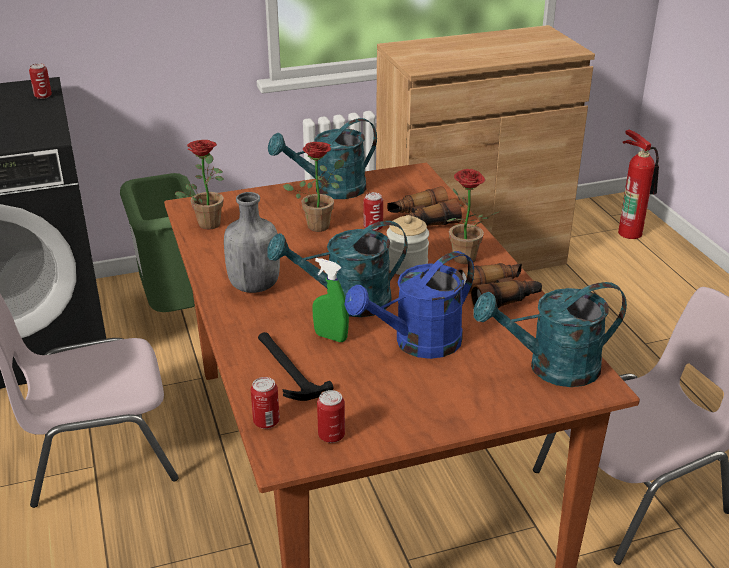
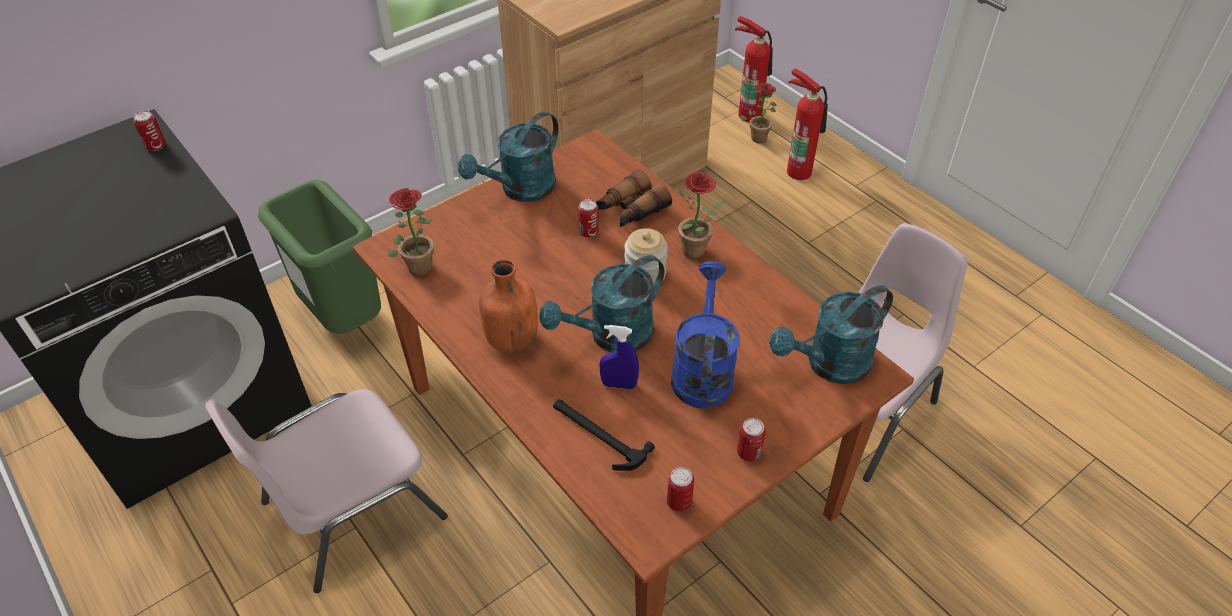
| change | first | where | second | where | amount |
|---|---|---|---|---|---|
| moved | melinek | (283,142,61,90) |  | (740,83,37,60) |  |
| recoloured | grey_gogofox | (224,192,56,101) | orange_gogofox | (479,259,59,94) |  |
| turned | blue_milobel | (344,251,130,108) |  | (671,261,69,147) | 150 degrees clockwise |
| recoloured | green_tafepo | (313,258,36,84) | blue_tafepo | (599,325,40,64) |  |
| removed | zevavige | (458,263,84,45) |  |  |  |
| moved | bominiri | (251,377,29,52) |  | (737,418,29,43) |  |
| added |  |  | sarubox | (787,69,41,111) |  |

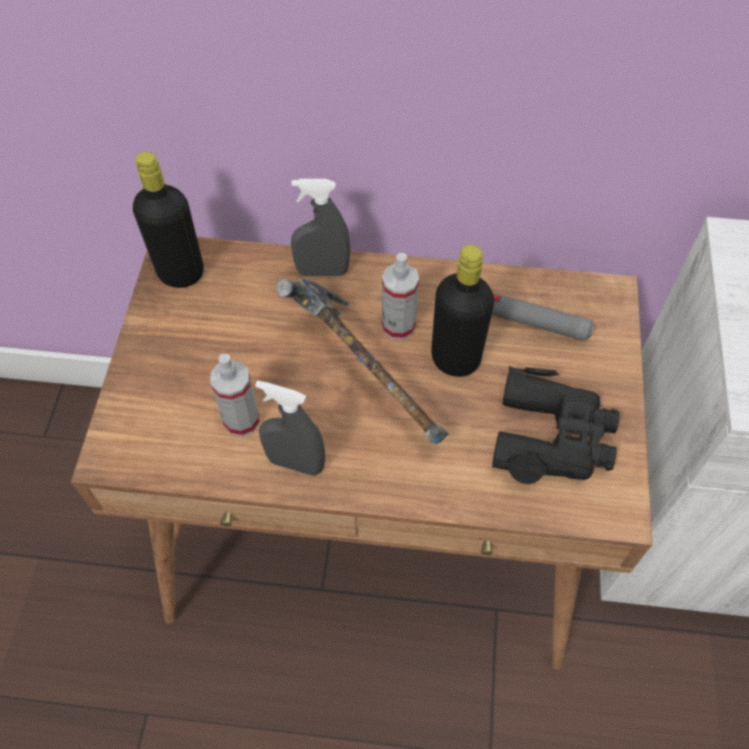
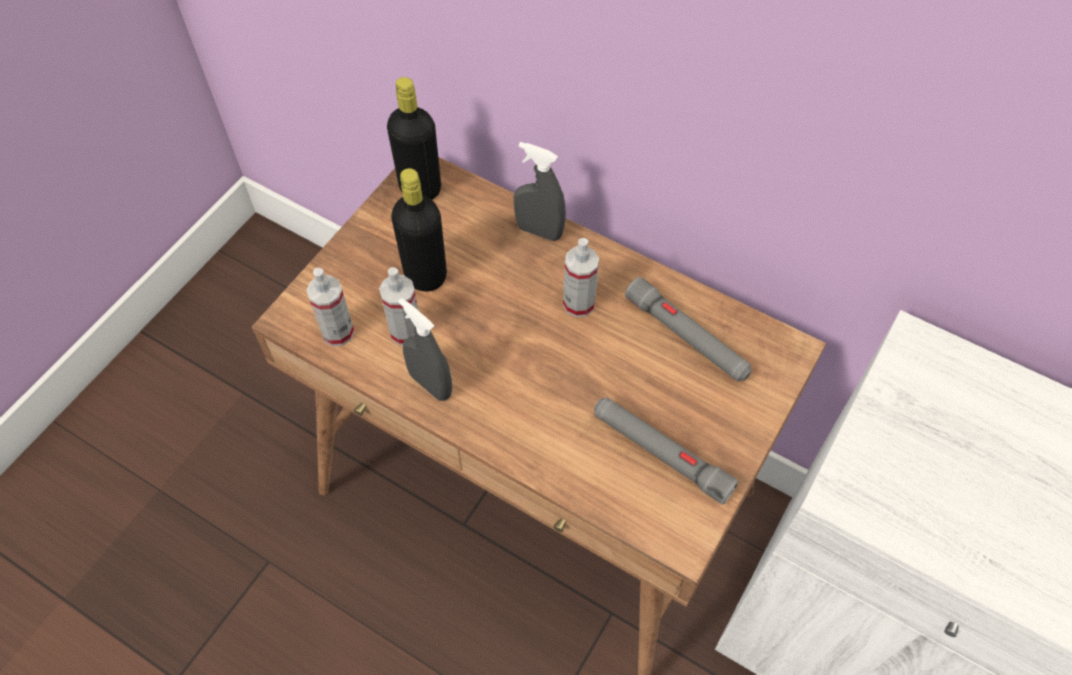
| change | first | where | second | where | amount |
|---|---|---|---|---|---|
| moved | black_gogofox | (431,245,63,132) |  | (391,168,56,123) |  |
| removed | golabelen | (277,278,172,166) |  |  |  |
| replaced | black_zevavige | (492,366,128,118) | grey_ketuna | (594,398,144,106) |  |
| added |  |  | tafepo | (306,268,49,78) |  |

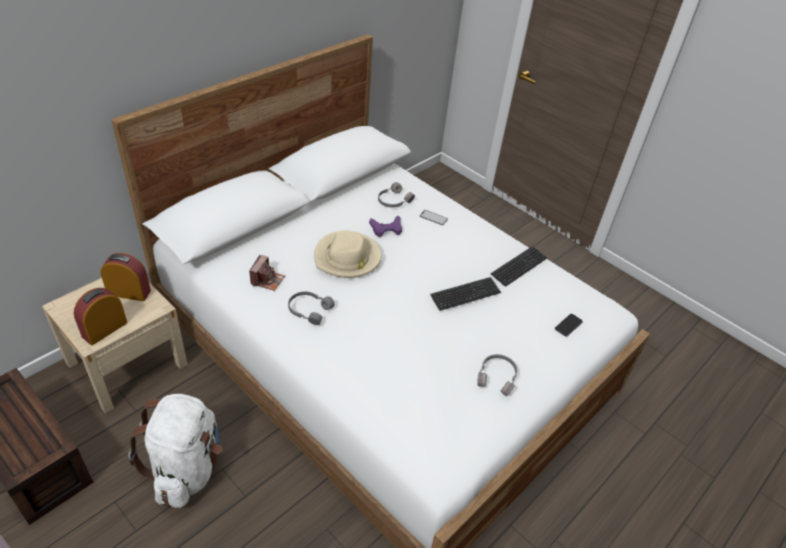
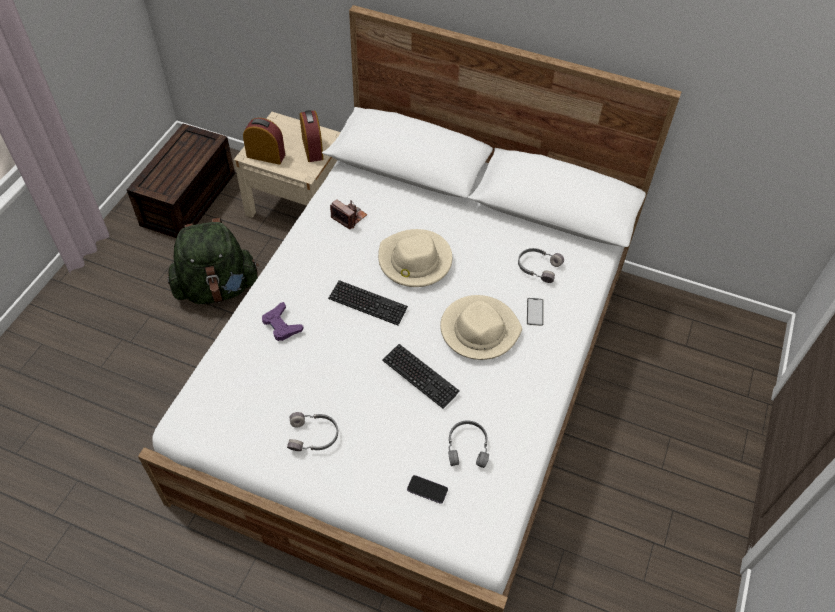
| change | first | where | second | where | amount |
|---|---|---|---|---|---|
| moved | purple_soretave | (369,216,33,21) |  | (262,302,42,39) |  |
| moved | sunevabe | (491,246,56,41) |  | (328,280,80,45) |  |
| turned | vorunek | (249,255,36,36) |  | (330,199,37,30) | 135 degrees counterclockwise |
| moved | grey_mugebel | (288,292,46,33) |  | (448,421,41,47) |  |
| recoloured | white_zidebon | (128,394,94,114) | green_zidebon | (167,218,92,86) |  |
| added |  |  | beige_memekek | (440,295,82,65) |  |

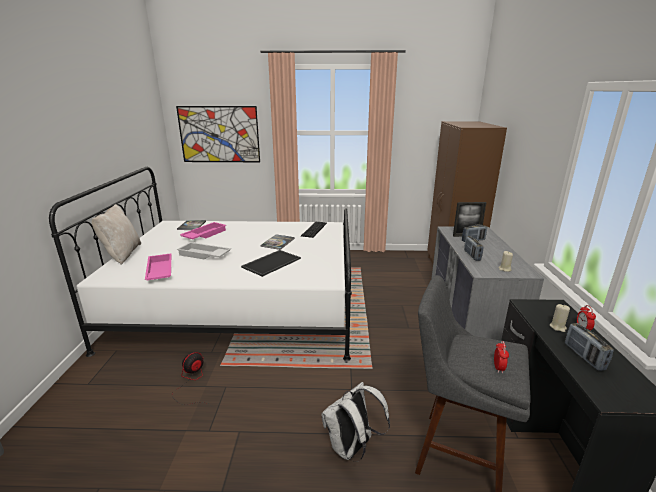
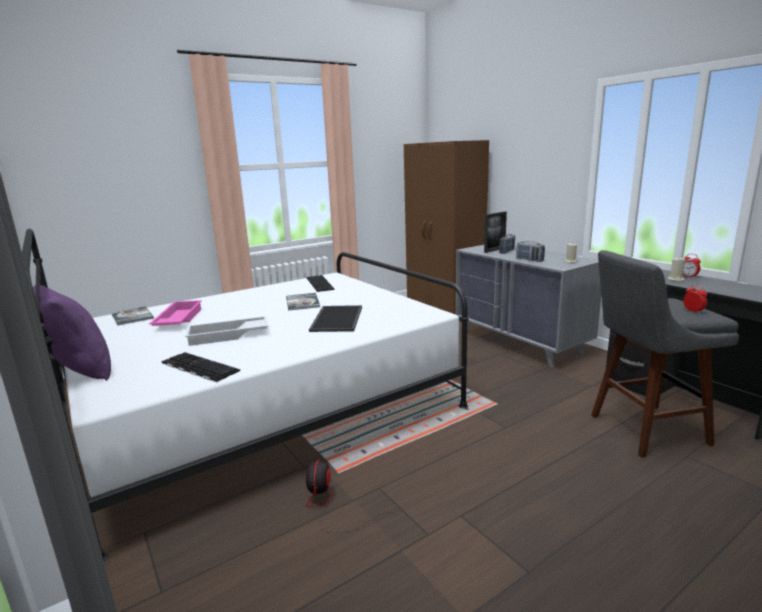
| change | first | where | second | where | amount |
|---|---|---|---|---|---|
| removed | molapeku | (176,106,84,56) |  |  |  |
| recoloured | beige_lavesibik | (92,204,49,61) | purple_lavesibik | (33,285,78,96) |  |
| replaced | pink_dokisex | (145,253,26,27) | sunevabe | (162,352,78,30) |  |
| removed | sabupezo | (565,323,49,48) |  |  |  |
| removed | white_zidebon | (321,382,69,80) |  |  |  |

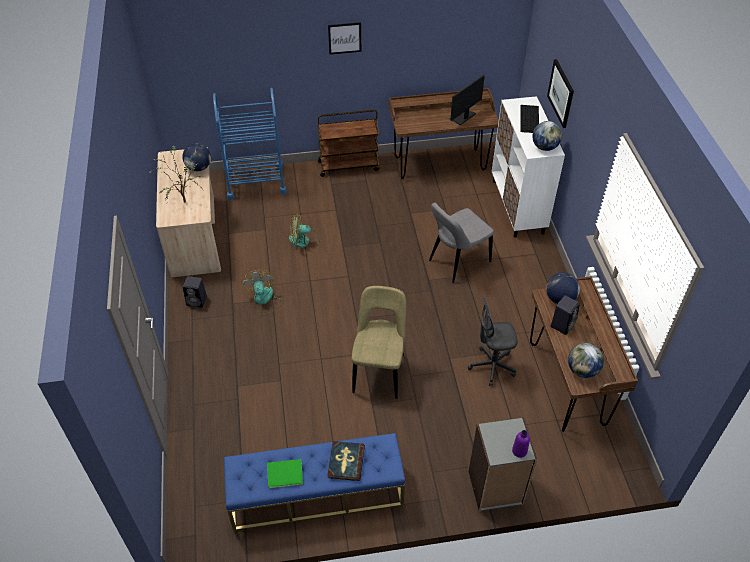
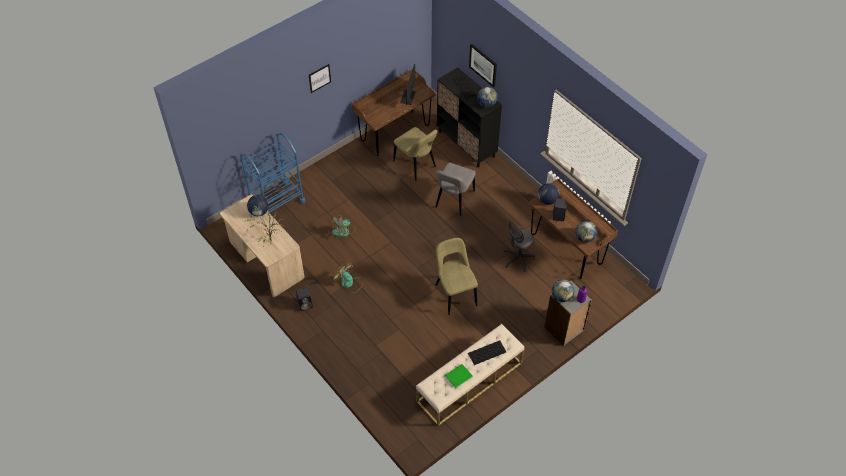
| change | first | where | second | where | amount |
|---|---|---|---|---|---|
| recoloured | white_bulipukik | (492,96,73,142) | black_bulipukik | (437,67,65,100) |  |
| removed | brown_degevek | (318,110,61,67) |  |  |  |
| recoloured | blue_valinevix | (224,433,181,98) | beige_valinevix | (416,324,108,102) |  |
| replaced | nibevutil | (328,441,37,40) | sunevabe | (468,340,38,25) |  |
| added |  |  | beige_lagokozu | (393,127,45,54) |  |
| added |  |  | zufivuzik | (552,279,22,23) |  |

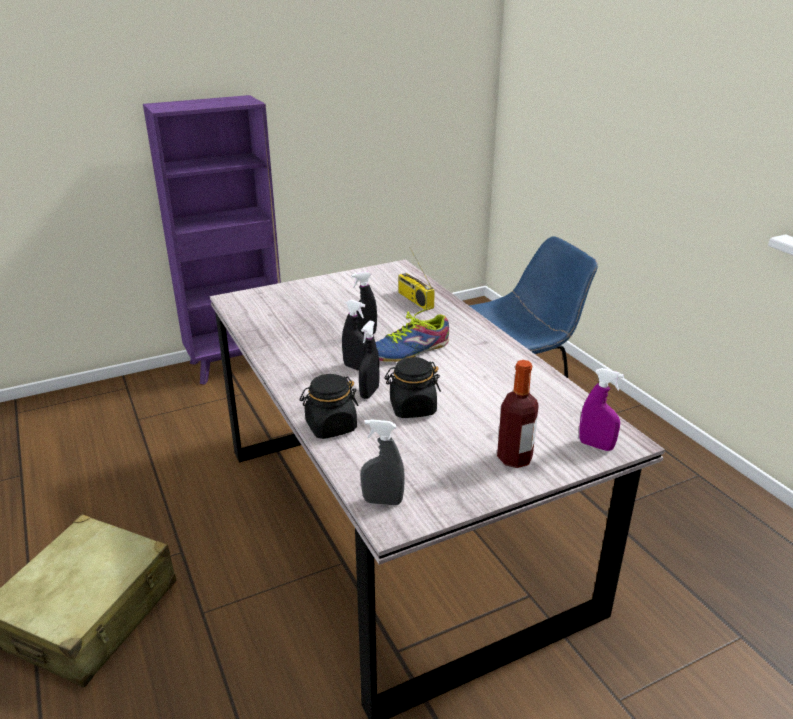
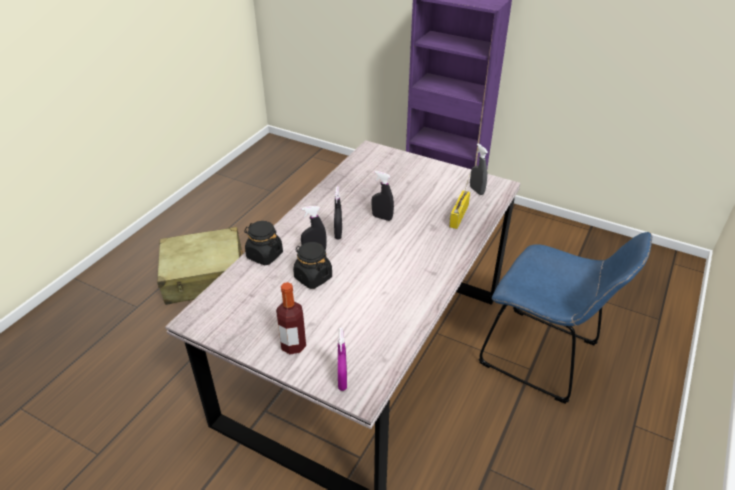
| change | first | where | second | where | amount |
|---|---|---|---|---|---|
| removed | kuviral | (376,307,73,55) |  |  |  |
| moved | grey_tafepo | (361,419,44,86) |  | (470,144,18,51) |  |

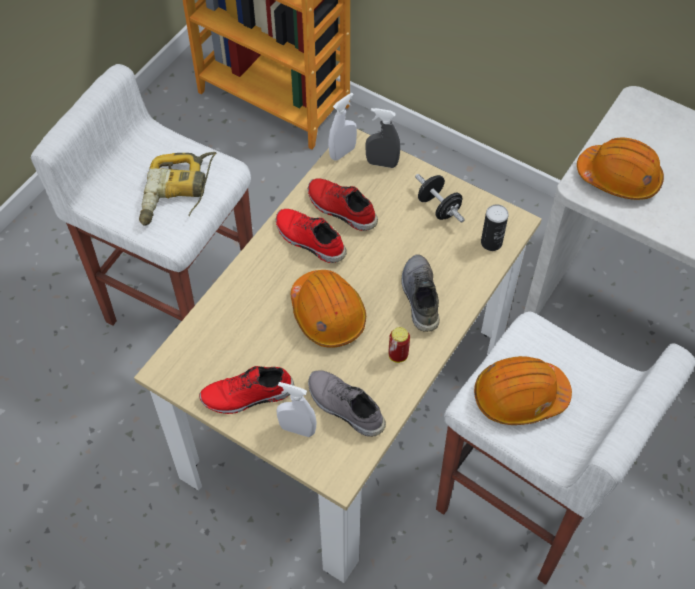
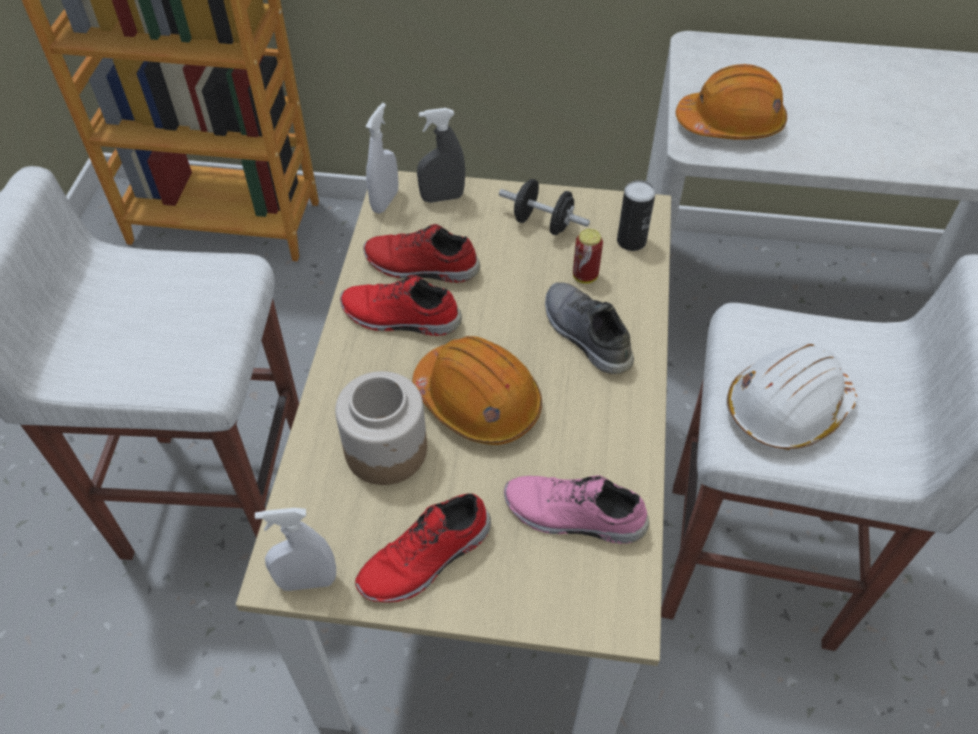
| change | first | where | second | where | amount |
|---|---|---|---|---|---|
| removed | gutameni | (139,152,77,74) |  |  |  |
| moved | bominiri | (388,327,22,36) |  | (573,229,30,55) |  |
| recoloured | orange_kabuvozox | (474,356,98,69) | white_kabuvozox | (726,344,132,107) |  |
| recoloured | grey_kuviral | (308,370,78,67) | pink_kuviral | (504,475,145,69) |  |
| moved | white_tafepo | (276,382,40,55) |  | (255,508,81,83) |  |
| added |  |  | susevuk | (335,371,92,114) |  |

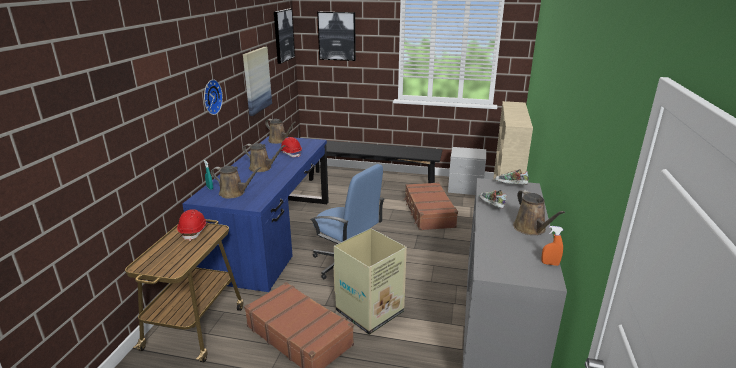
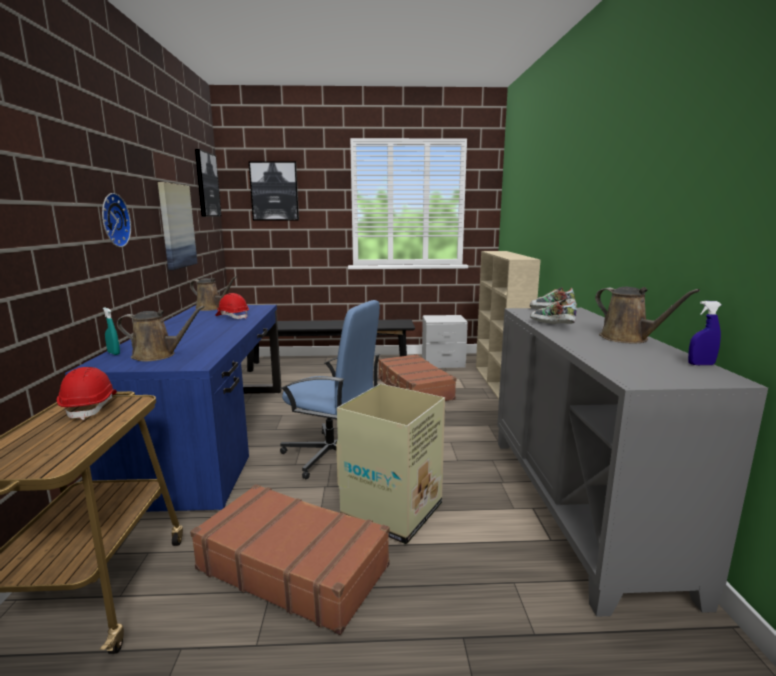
| change | first | where | second | where | amount |
|---|---|---|---|---|---|
| removed | brown_milobel | (243,143,43,29) |  |  |  |
| recoloured | orange_tafepo | (541,226,22,40) | blue_tafepo | (688,301,34,64) |  |

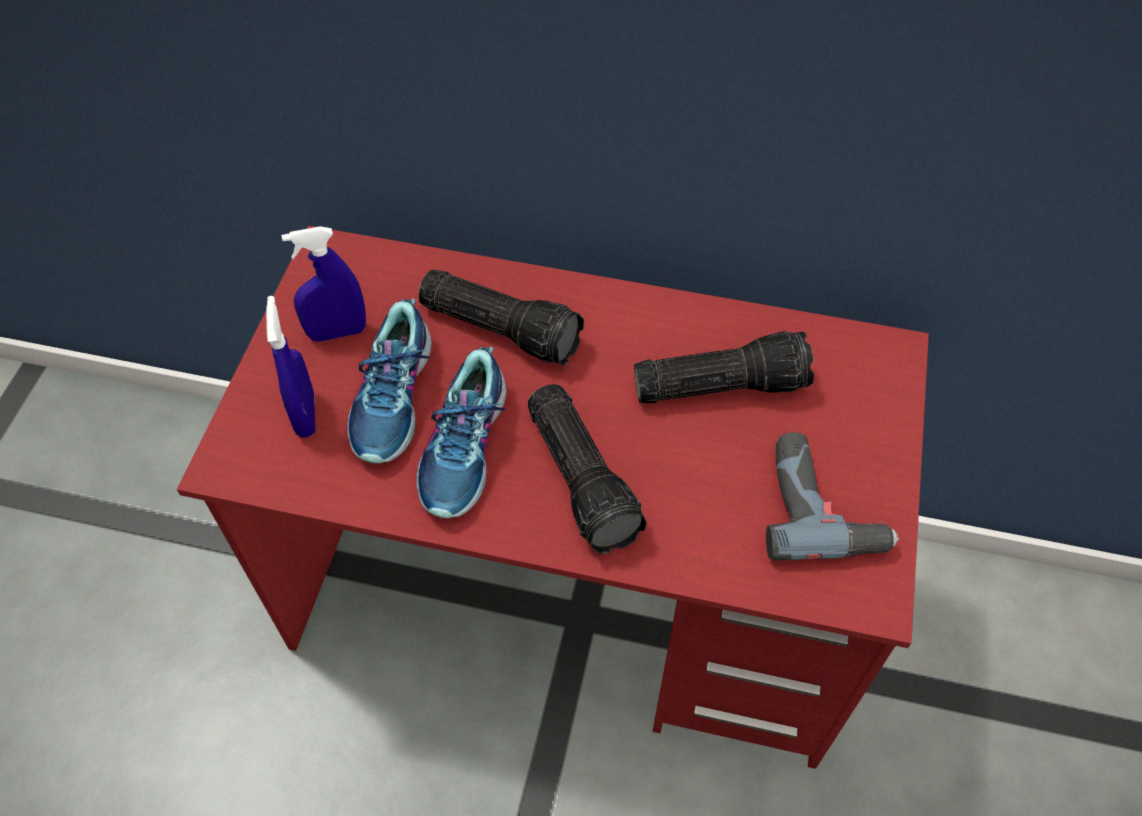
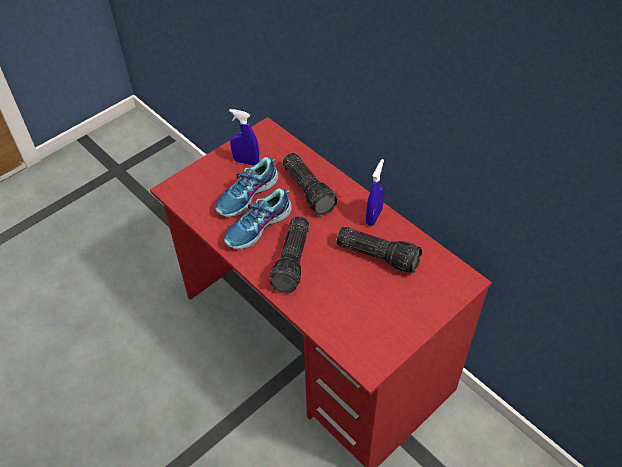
| change | first | where | second | where | amount |
|---|---|---|---|---|---|
| moved | blue_tafepo | (266,296,49,142) |  | (366,159,18,67) |  |
| removed | gutameni | (766,432,133,129) |  |  |  |

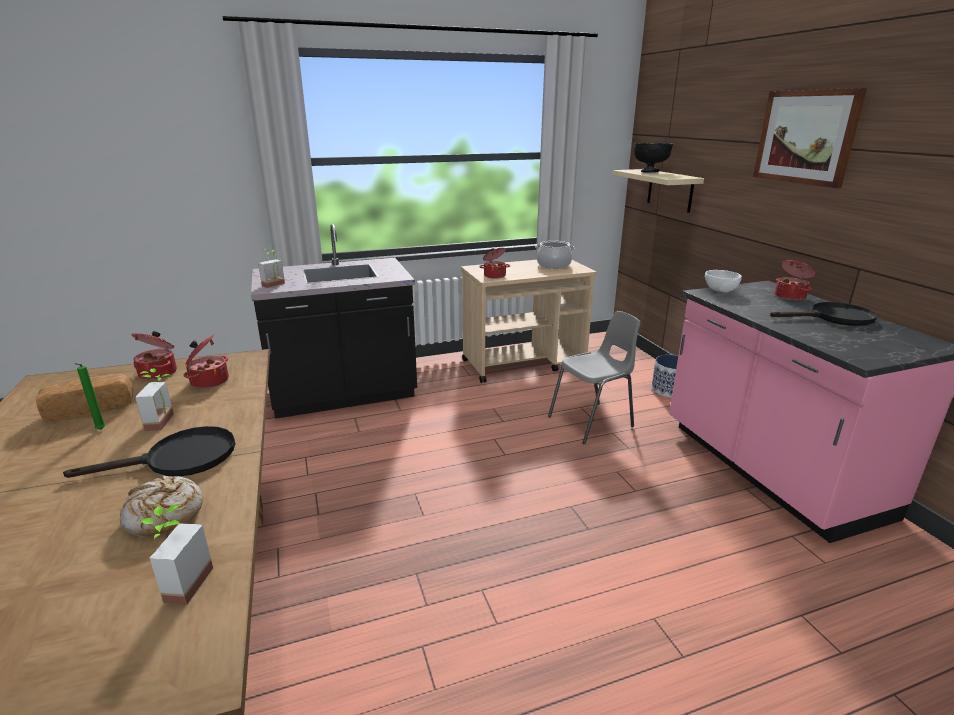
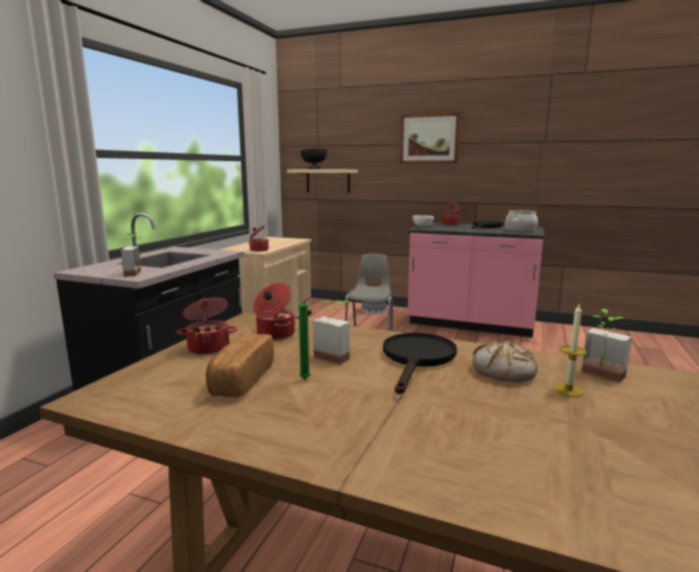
| change | first | where | second | where | amount |
|---|---|---|---|---|---|
| moved | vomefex | (535,241,40,28) |  | (505,210,33,22) |  |
| added |  |  | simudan | (553,305,34,92) |  |

